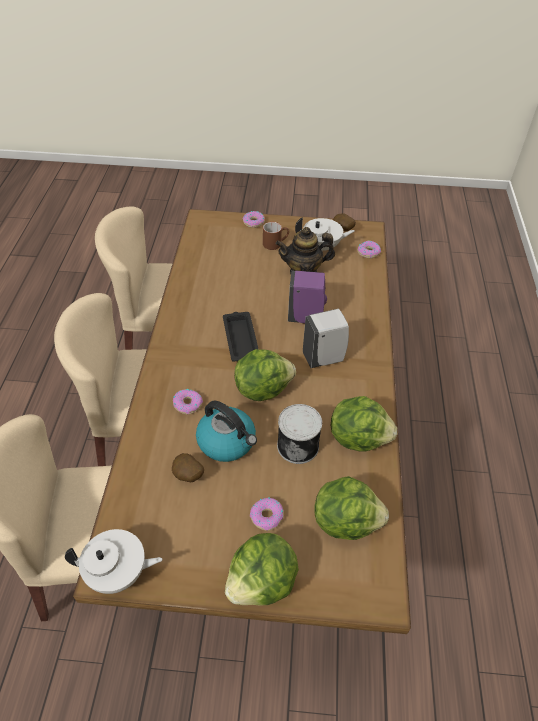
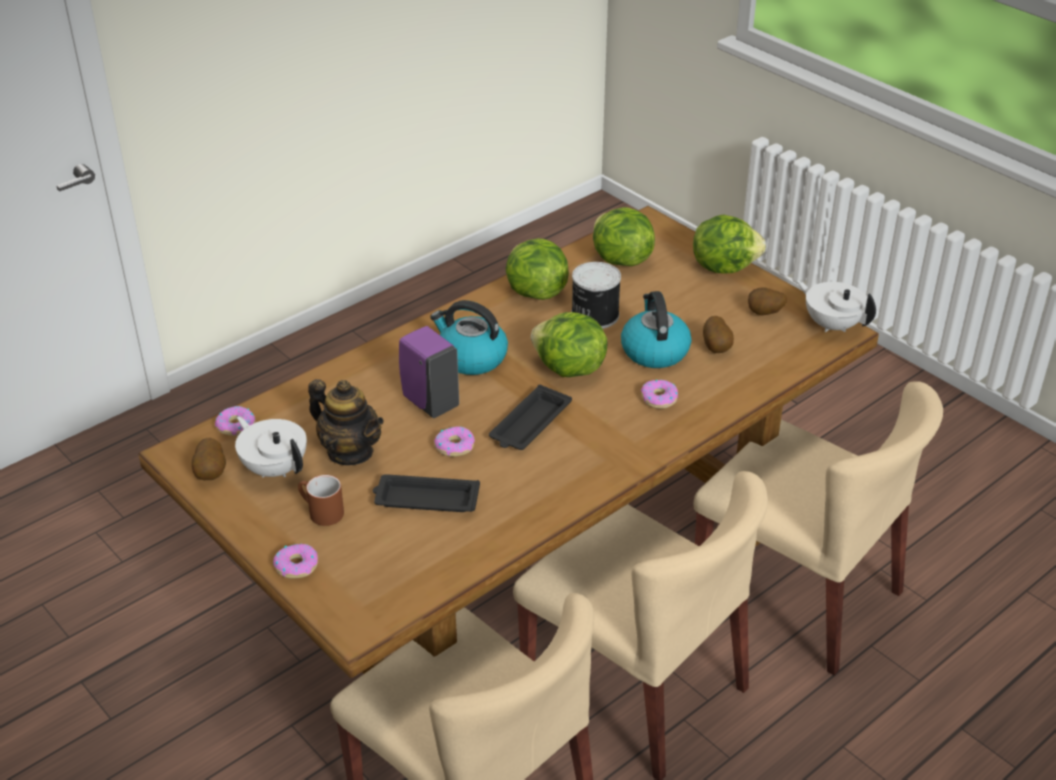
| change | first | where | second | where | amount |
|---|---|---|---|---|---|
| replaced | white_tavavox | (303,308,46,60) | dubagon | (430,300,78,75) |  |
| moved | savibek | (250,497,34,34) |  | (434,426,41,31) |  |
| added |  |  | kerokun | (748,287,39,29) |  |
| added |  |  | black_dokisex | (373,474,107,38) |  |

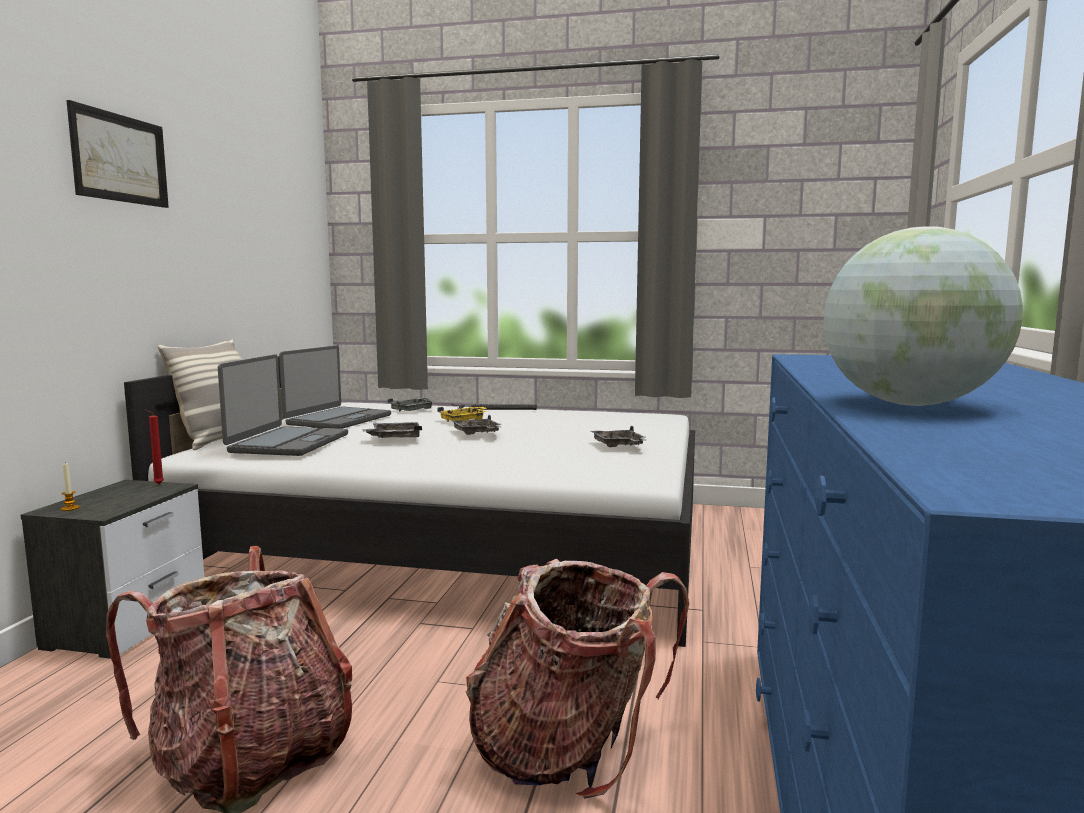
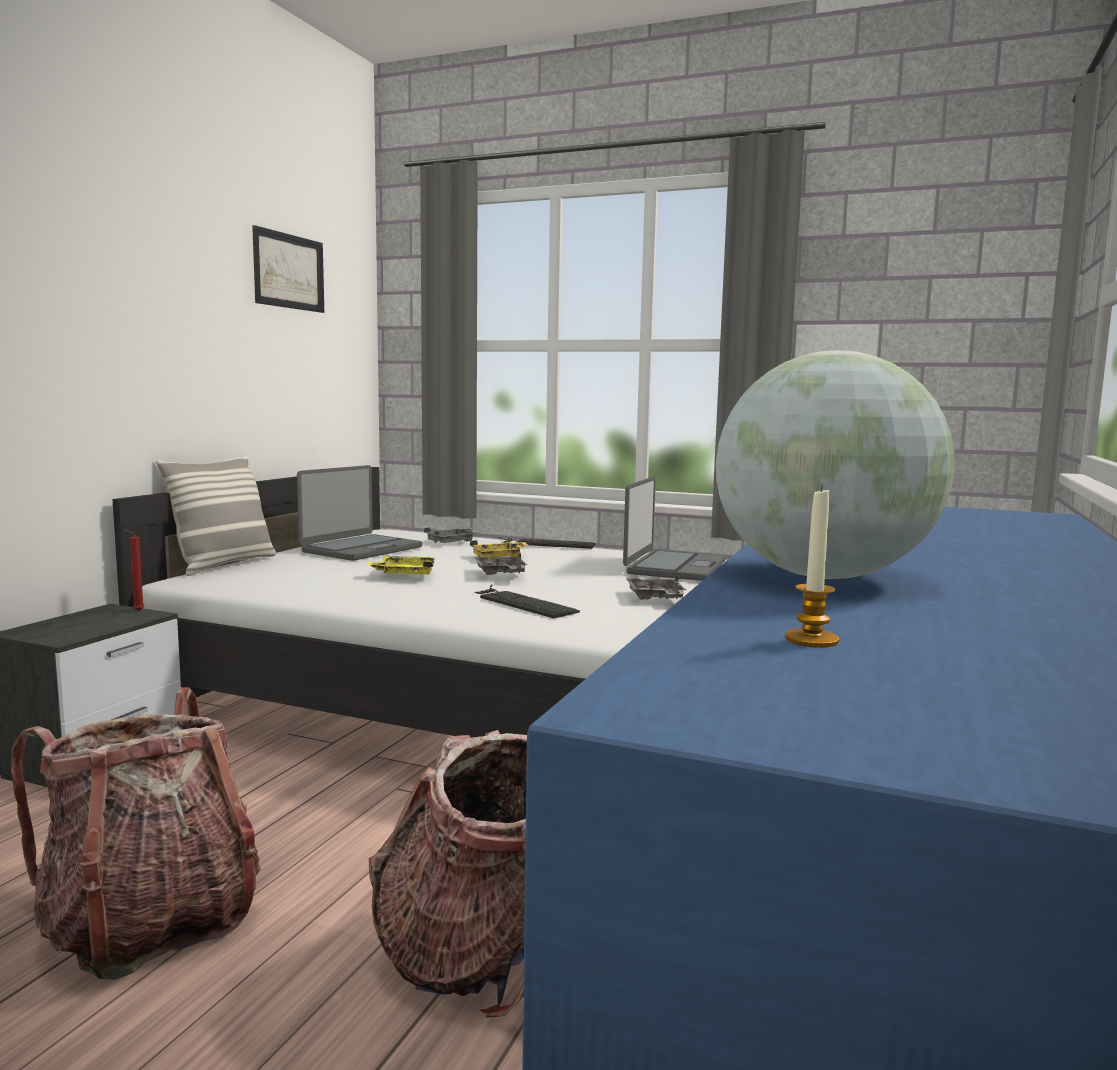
| change | first | where | second | where | amount |
|---|---|---|---|---|---|
| moved | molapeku | (66,100,103,108) |  | (252,225,72,88) |  |
| moved | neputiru | (218,354,130,102) |  | (623,476,103,105) |  |
| recoloured | grey_dokisex | (362,422,60,16) | yellow_dokisex | (366,556,69,18) |  |
| moved | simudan | (61,463,19,48) |  | (785,486,54,162) |  |
| added |  |  | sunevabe | (474,584,106,34) |  |

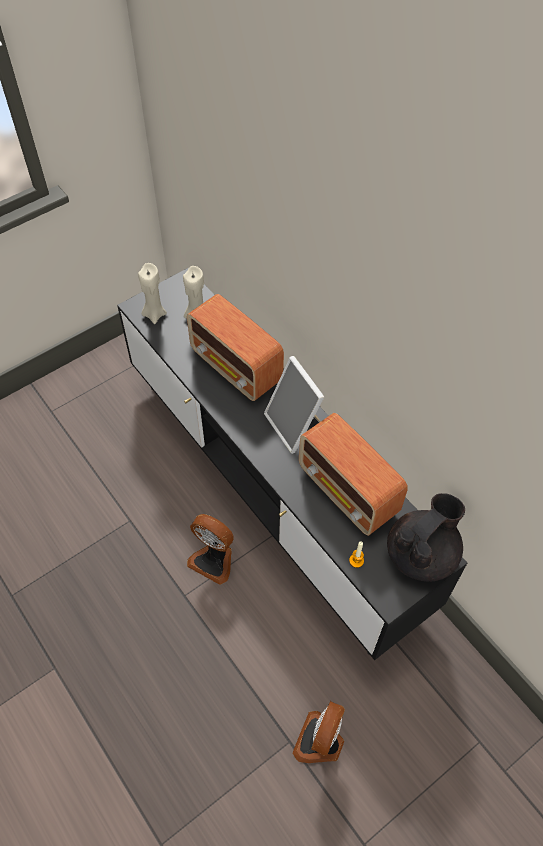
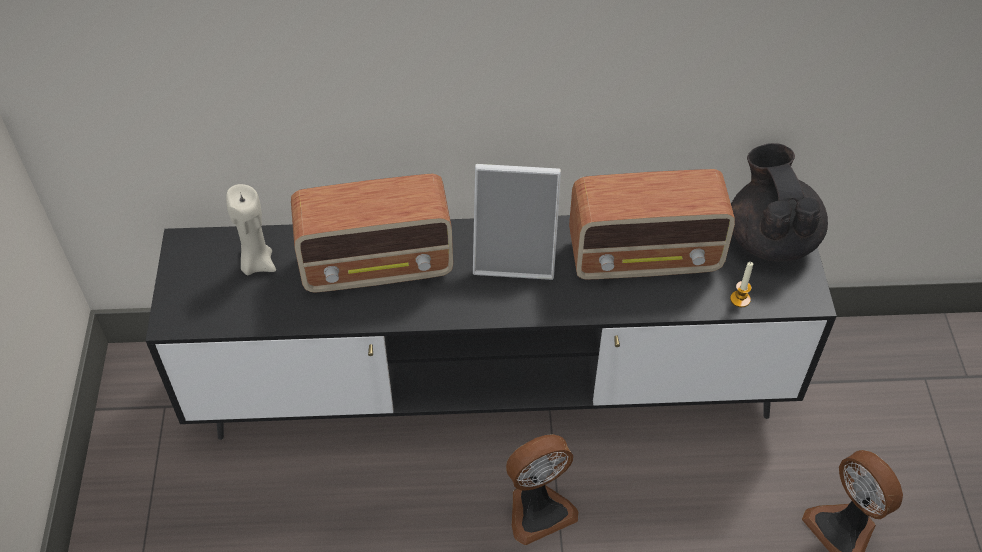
| change | first | where | second | where | amount |
|---|---|---|---|---|---|
| removed | beige_simudan | (138,263,29,61) |  |  |  |

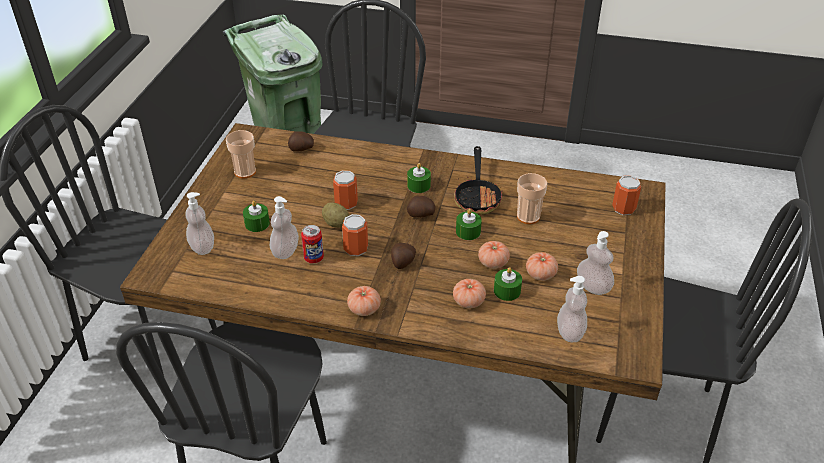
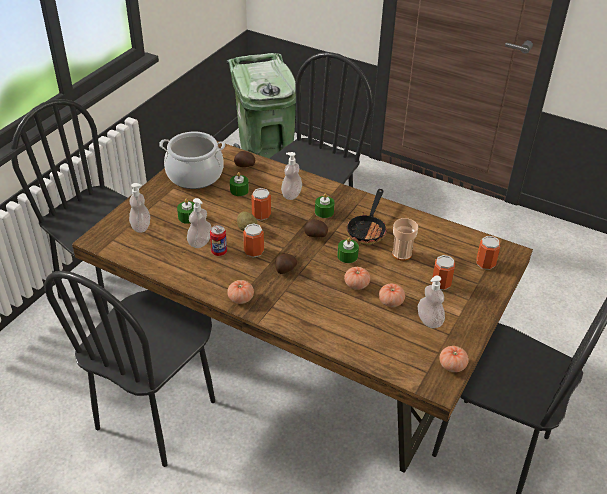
| change | first | where | second | where | amount |
|---|---|---|---|---|---|
| replaced | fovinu | (226,130,30,48) | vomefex | (159,132,66,57) |  |
| moved | green_simudan | (494,267,28,34) |  | (230,172,19,24) |  |
| moved | tavavox | (557,276,30,66) |  | (281,152,21,48) |  |
| moved | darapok | (453,279,33,29) |  | (439,346,30,26) |  |
| added |  |  | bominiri | (432,255,23,35) |  |

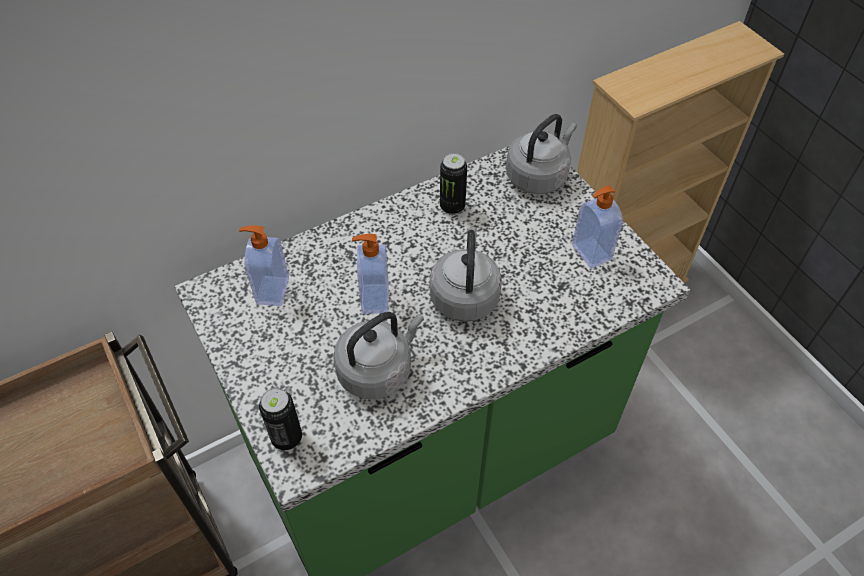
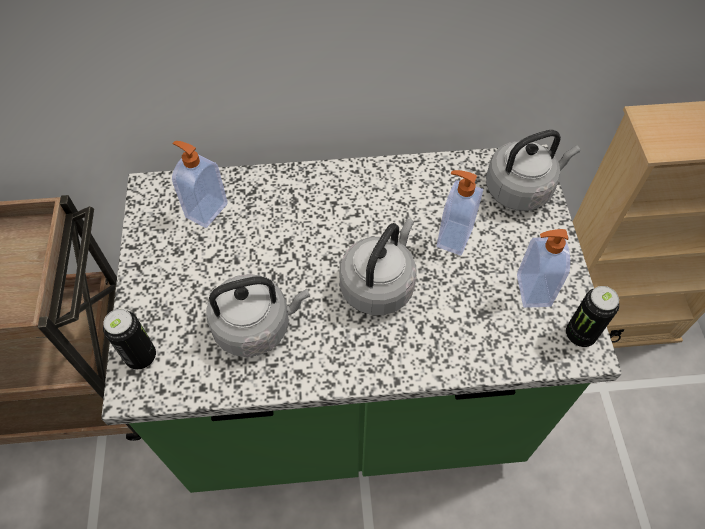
| change | first | where | second | where | amount |
|---|---|---|---|---|---|
| moved | bominiri | (440,153,27,62) |  | (566,286,53,61) |  |
| moved | tavavox | (352,234,37,80) |  | (437,170,46,86) |  |

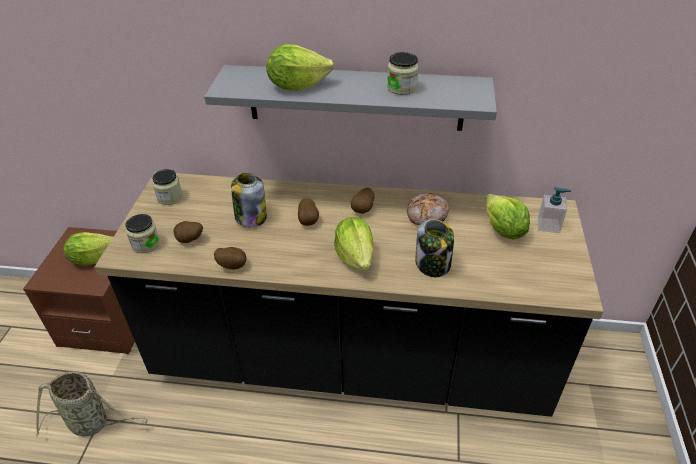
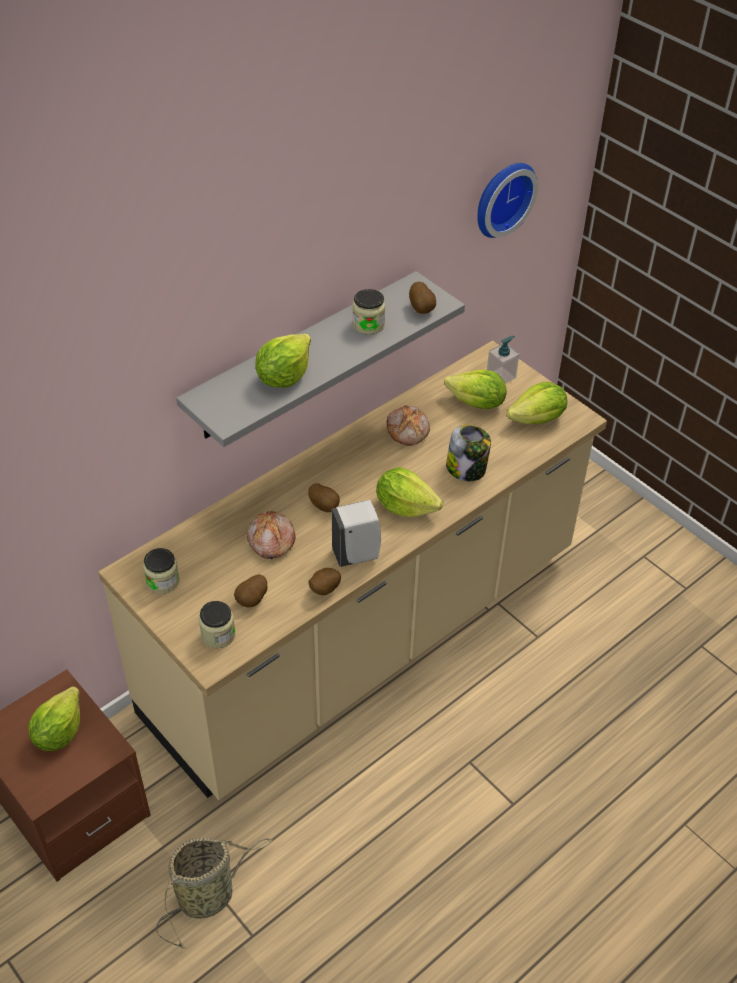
| change | first | where | second | where | amount |
|---|---|---|---|---|---|
| recoloured | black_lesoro | (95,172,508,245) | beige_lesoro | (98,341,509,459) |  |
| replaced | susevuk | (231,173,36,54) | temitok | (247,511,48,48) |  |
| moved | kerokun | (351,187,24,27) |  | (409,282,27,32) |  |
| added |  |  | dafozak | (478,163,60,75) |  |
| added |  |  | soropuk | (506,382,61,42) |  |
| added |  |  | white_tavavox | (332,499,49,68) |  |

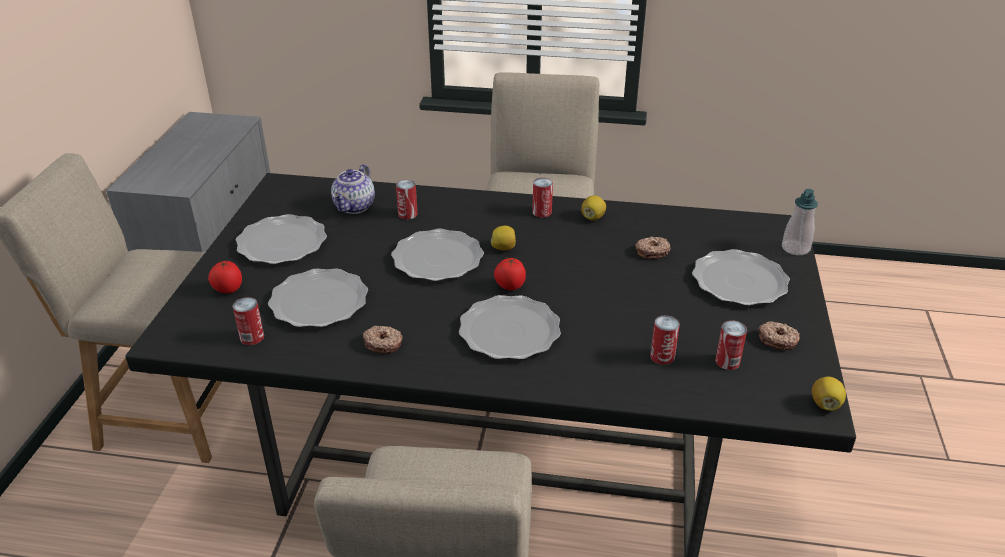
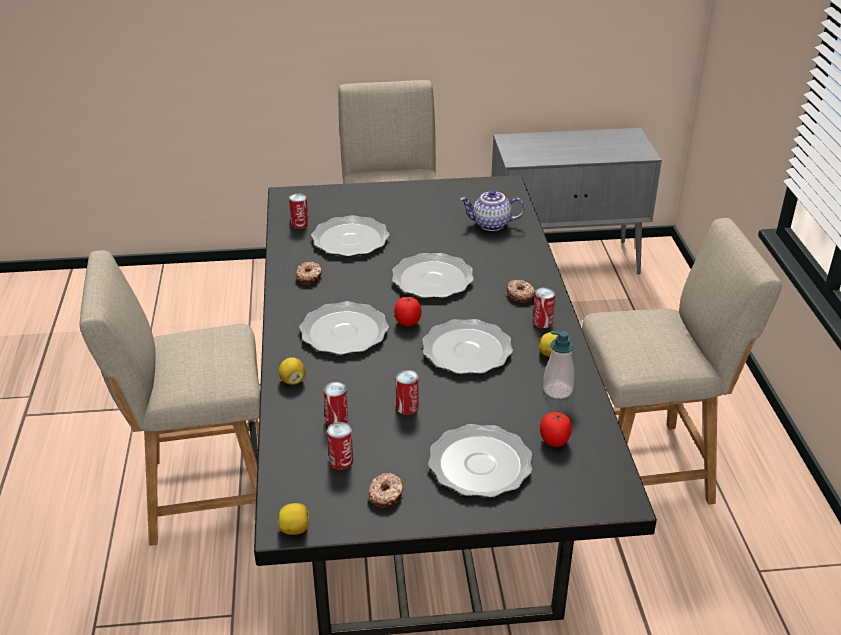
| change | first | where | second | where | amount |
|---|---|---|---|---|---|
| moved | bominiri | (396,180,22,39) |  | (396,370,22,45) |  |
| moved | tavavox | (782,189,36,66) |  | (543,331,31,68) |  |
| moved | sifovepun | (236,214,91,50) |  | (422,319,91,55) |  |
| moved | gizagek | (491,226,25,25) |  | (279,357,27,28) |  |
| moved | savibek | (635,236,36,23) |  | (507,280,28,23) |  |
| moved | darapok | (208,260,34,33) |  | (540,412,32,35) |  |

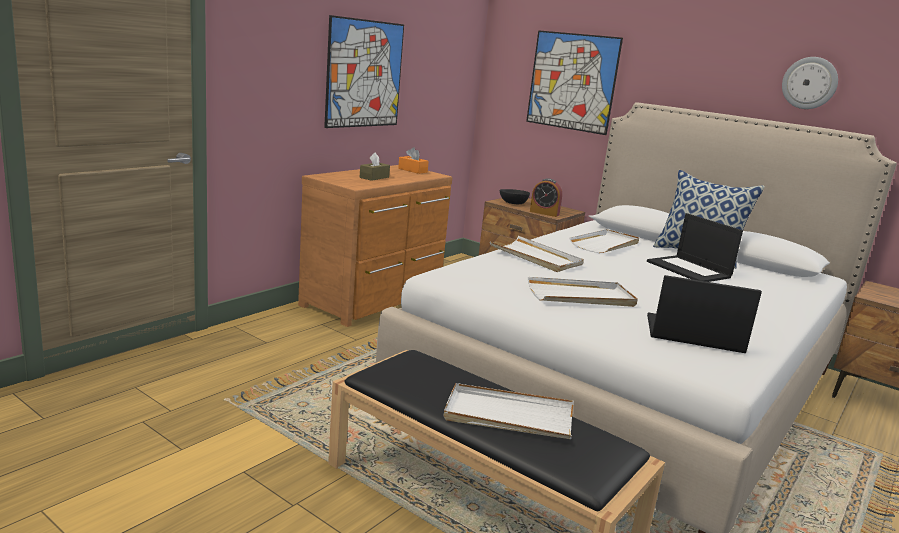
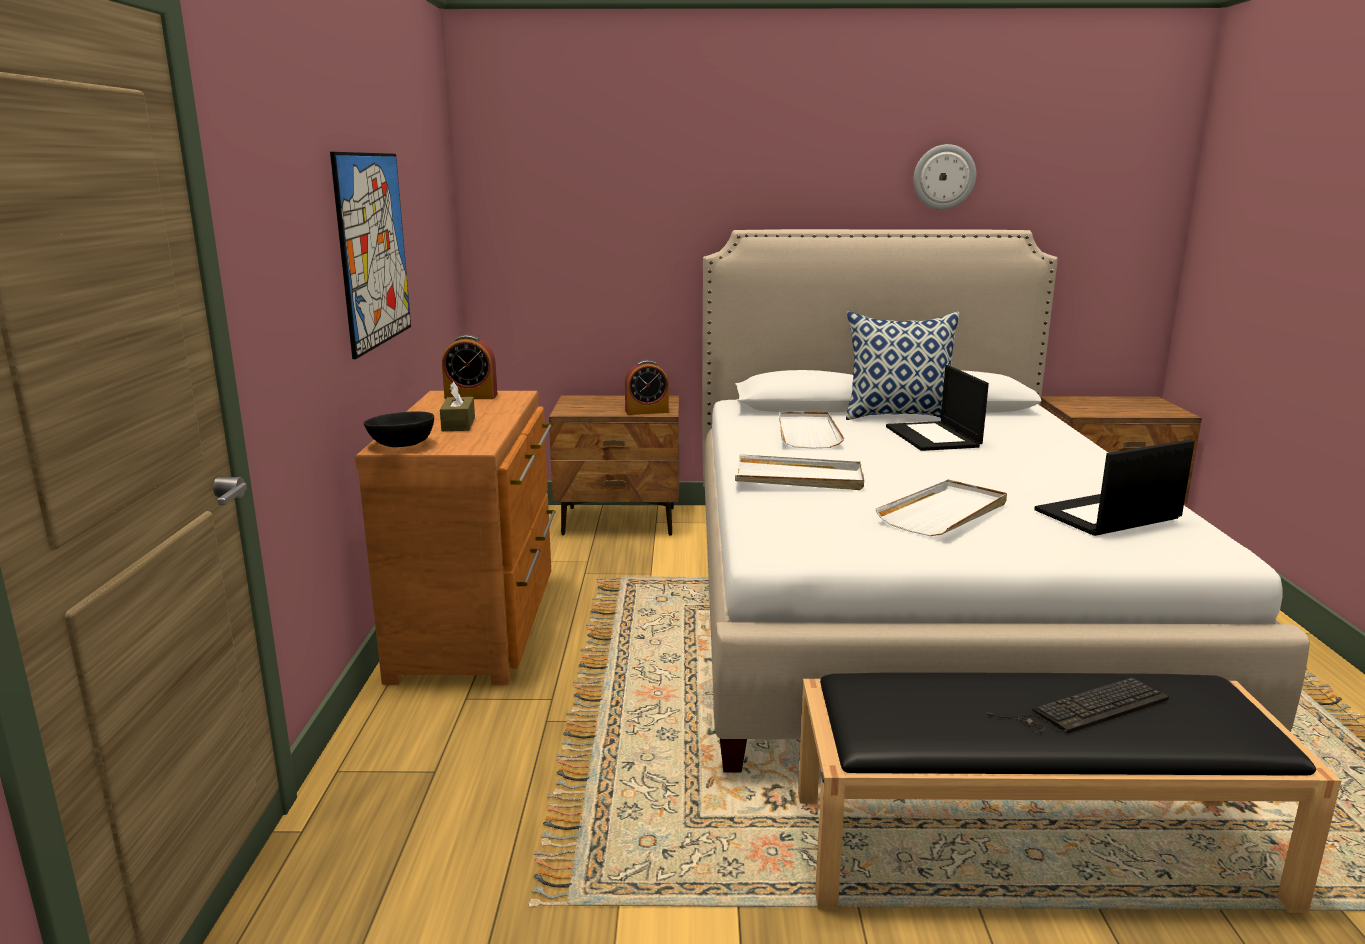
| change | first | where | second | where | amount |
|---|---|---|---|---|---|
| removed | molapeku | (526,30,97,105) |  |  |  |
| replaced | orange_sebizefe | (398,147,31,27) | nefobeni | (442,334,56,65) |  |
| moved | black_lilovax | (499,189,31,15) |  | (364,411,70,36) |  |
| turned | neputiru | (647,213,96,69) |  | (886,365,103,86) | 60 degrees clockwise |
| replaced | white_dokisex | (444,383,130,56) | sunevabe | (987,677,182,57) |  |

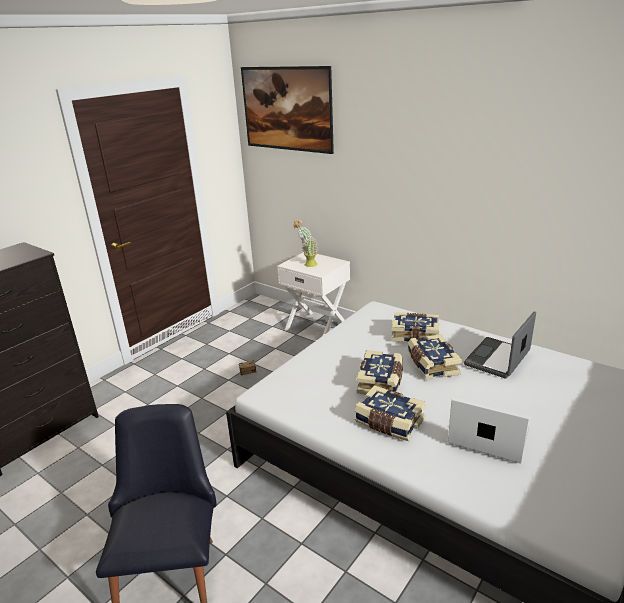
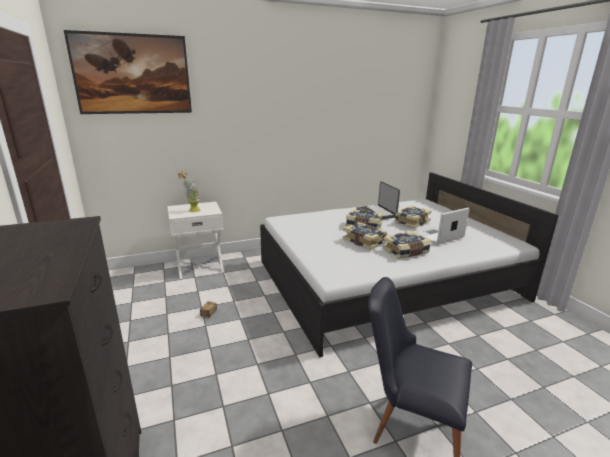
| change | first | where | second | where | amount |
|---|---|---|---|---|---|
| moved | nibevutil | (391,313,48,29) |  | (395,206,37,23) |  |

